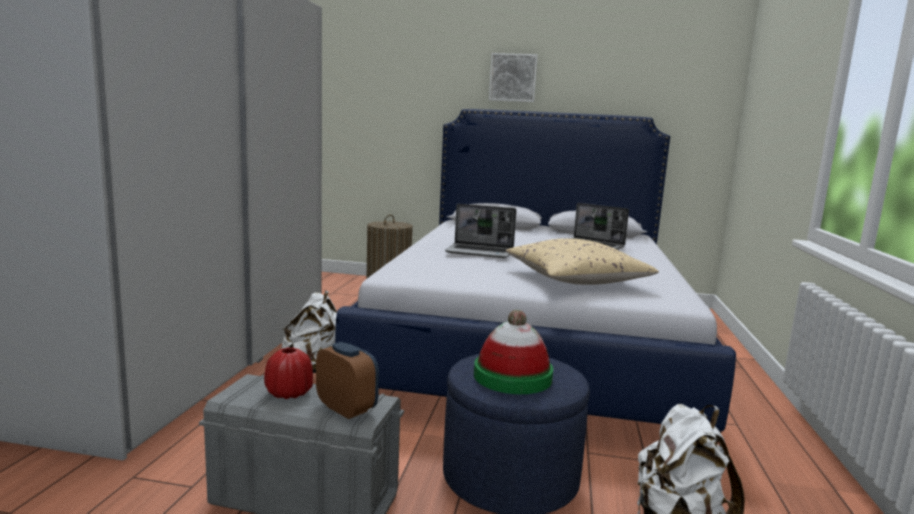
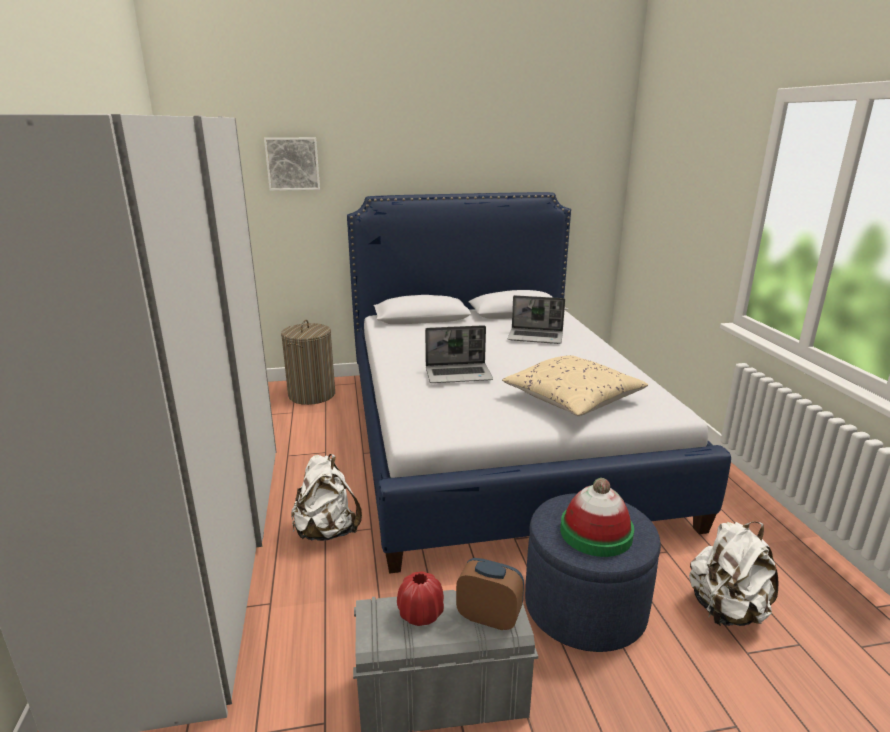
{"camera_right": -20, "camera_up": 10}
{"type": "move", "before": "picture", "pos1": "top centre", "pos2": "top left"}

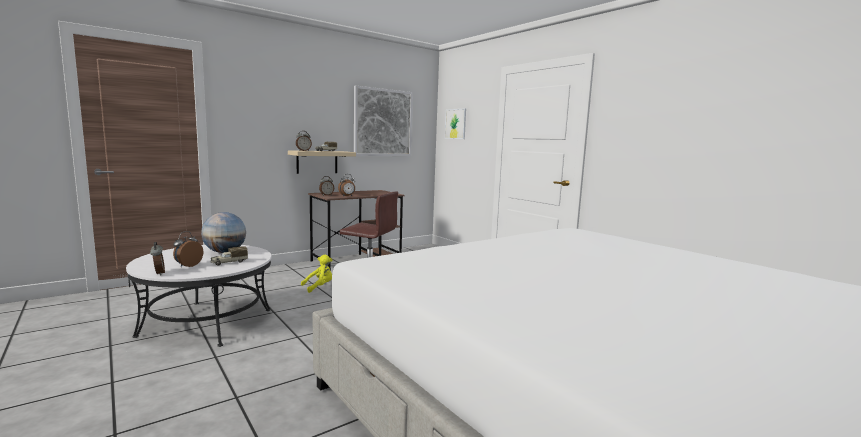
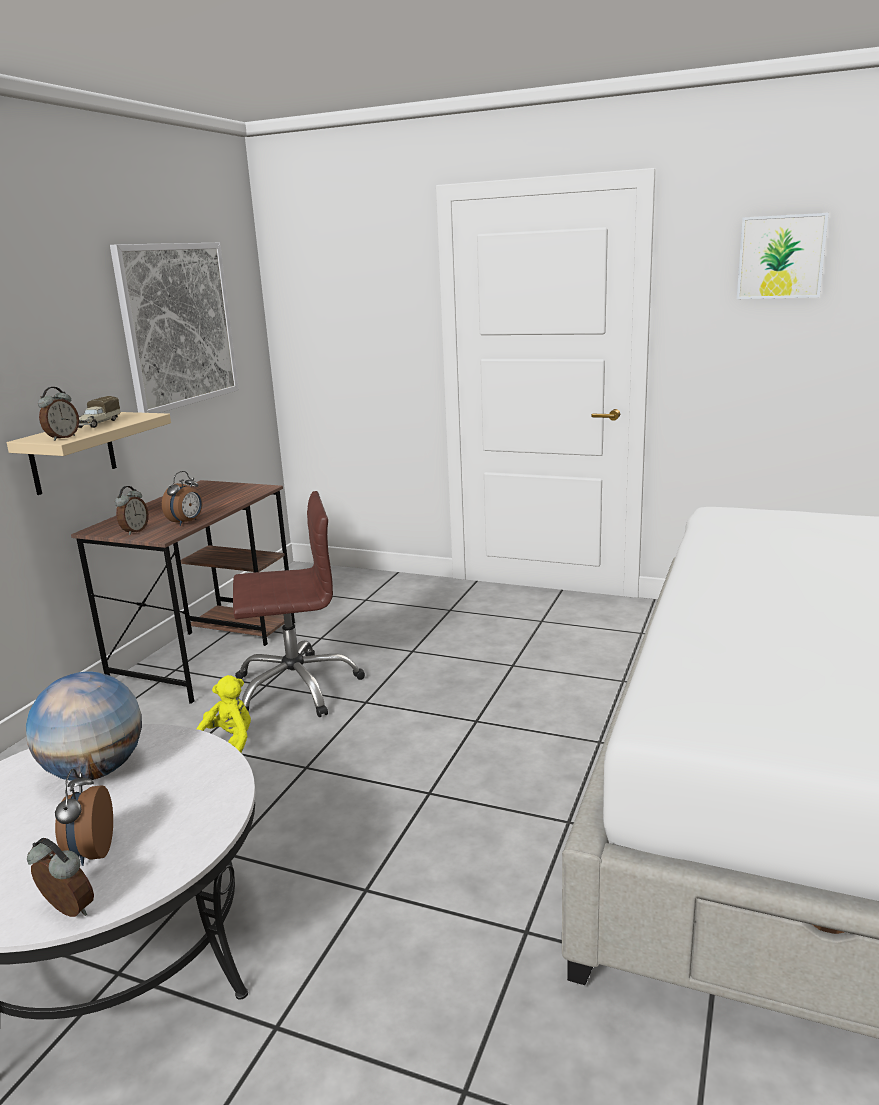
{"camera_right": -30, "camera_up": 10}
{"type": "delete", "before": "toy truck (1st from left)", "pos1": "middle left"}
{"type": "move", "before": "picture (2nd from left)", "pos1": "top centre", "pos2": "top right"}

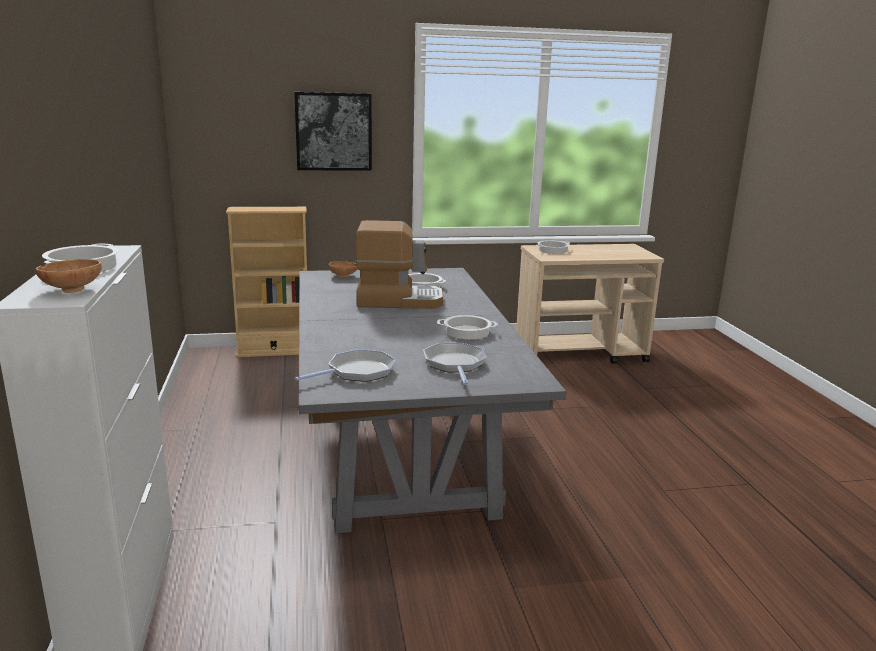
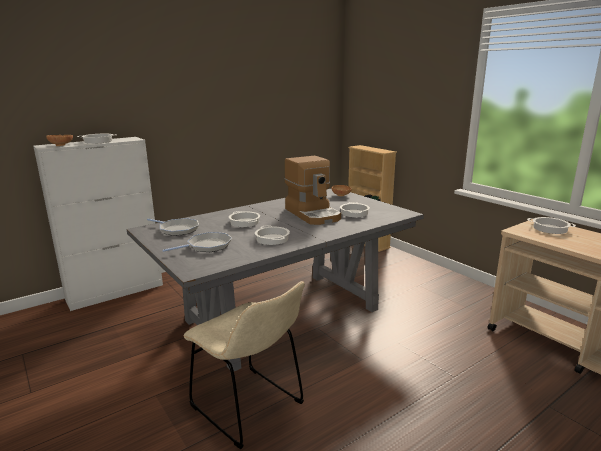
{"camera_right": 65, "camera_up": 0}
{"type": "delete", "before": "picture", "pos1": "top centre"}
{"type": "insert", "after": "beige chair", "pos2": "bottom centre"}
{"type": "insert", "after": "cooking pot (2nd from left)", "pos2": "centre"}

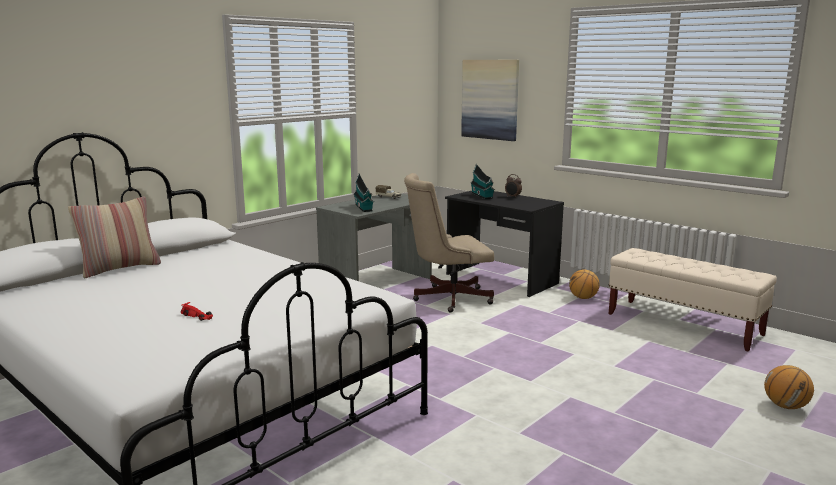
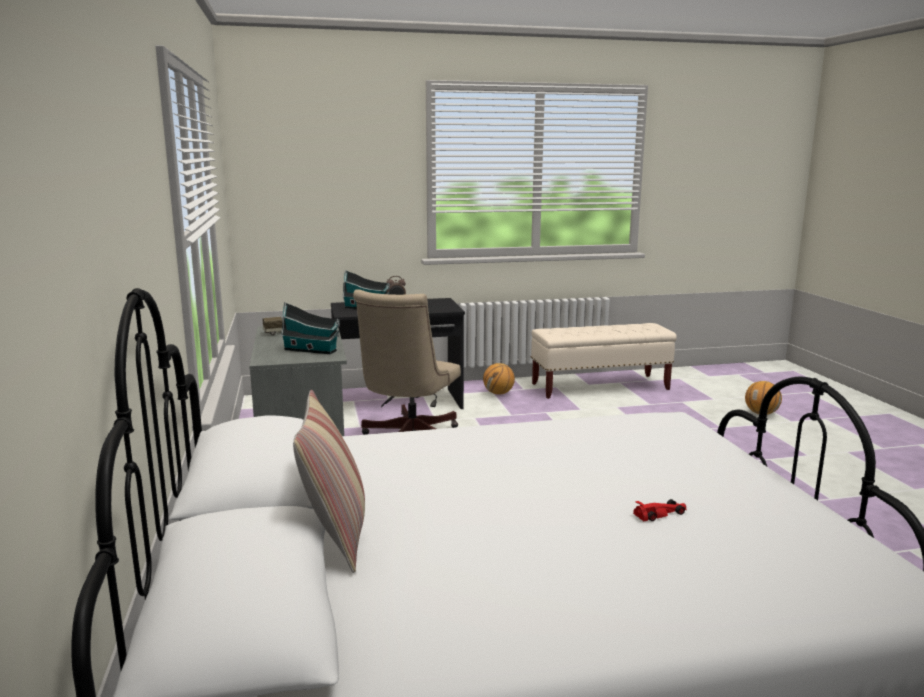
{"camera_right": -55, "camera_up": 0}
{"type": "delete", "before": "picture", "pos1": "top centre"}

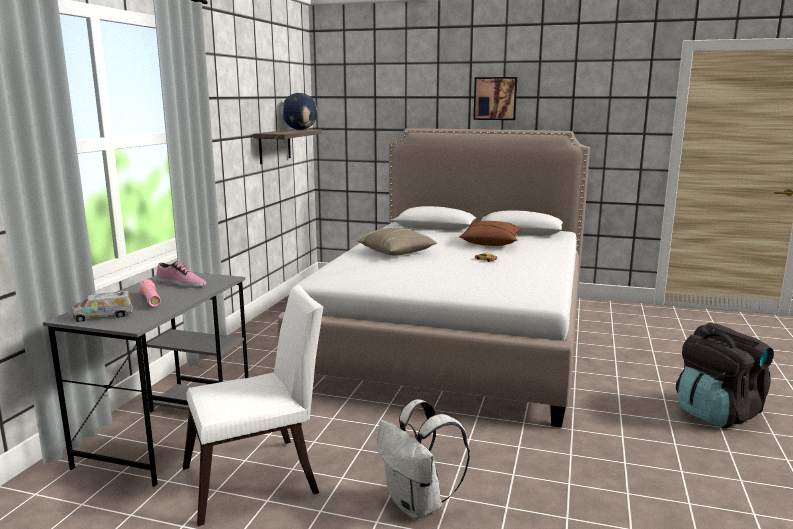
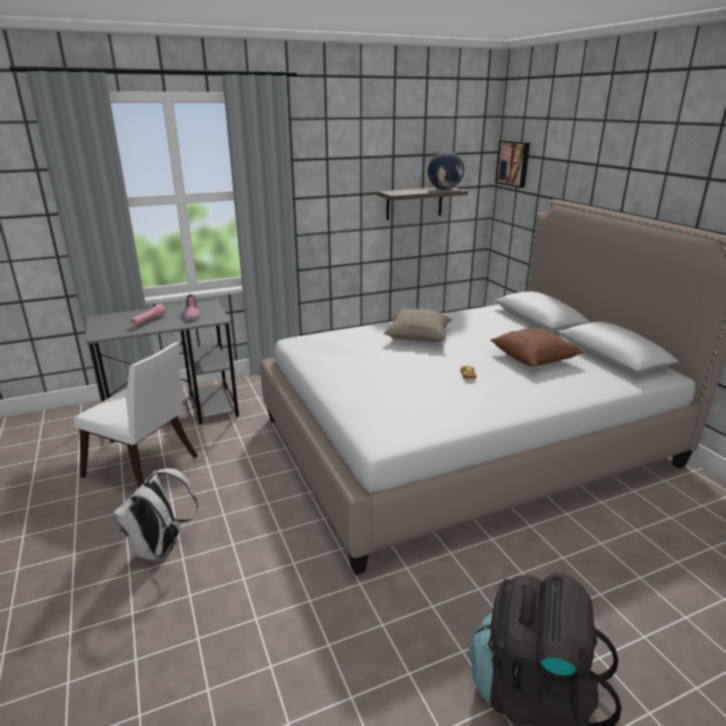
{"camera_right": 50, "camera_up": 10}
{"type": "delete", "before": "toy truck", "pos1": "middle left"}
{"type": "move", "before": "picture", "pos1": "top centre", "pos2": "top right"}

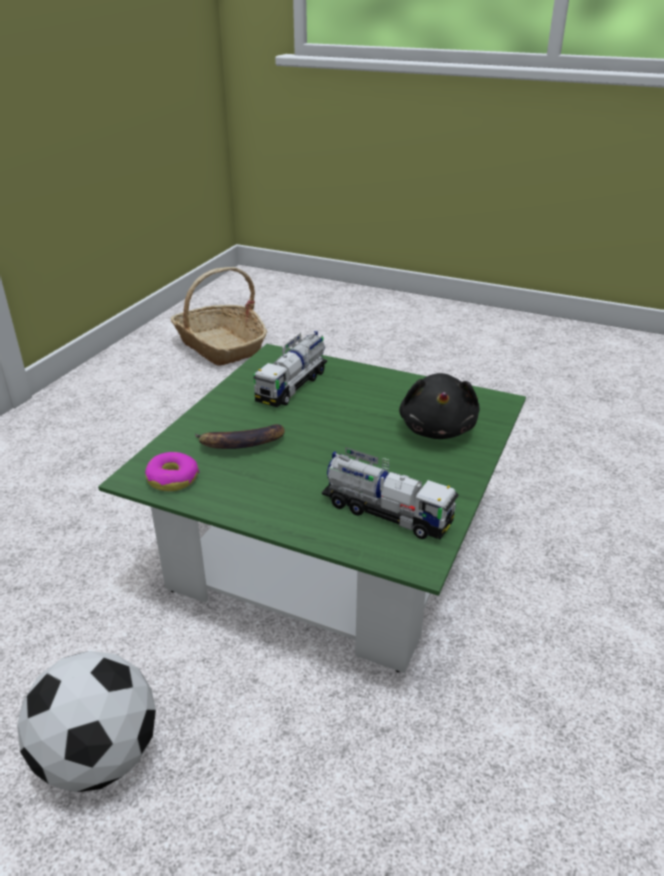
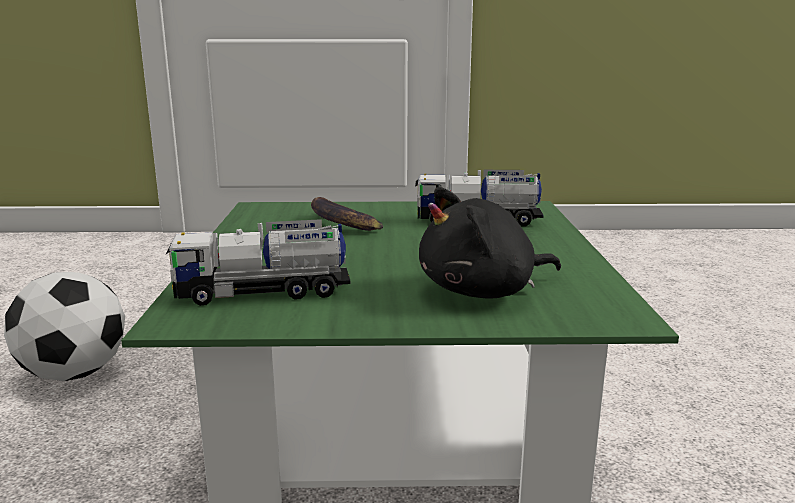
{"camera_right": 65, "camera_up": -15}
{"type": "delete", "before": "donut", "pos1": "middle left"}
{"type": "delete", "before": "basket", "pos1": "middle left"}
{"type": "rotate", "before": "toy truck (2nd from left in the first image)", "pos1": "centre", "pos2": "middle left", "turn": 75}

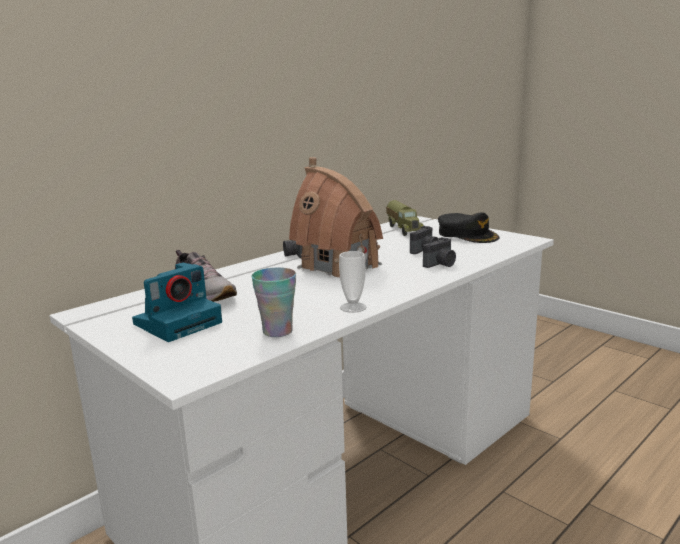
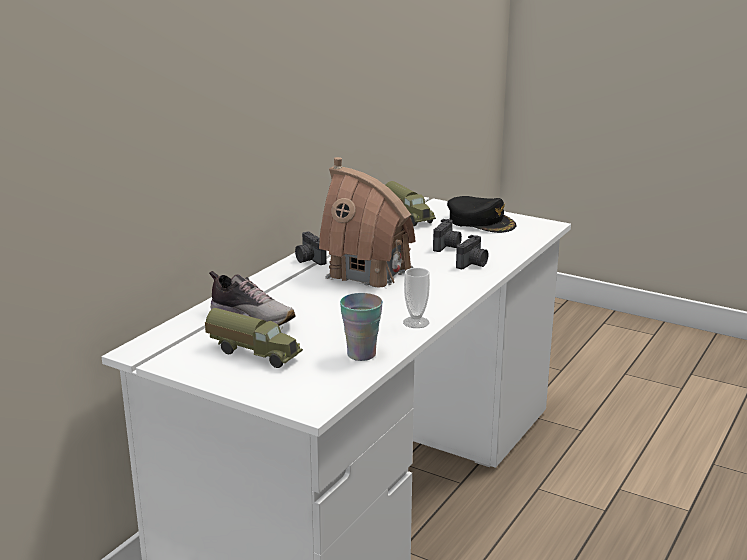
{"camera_right": -15, "camera_up": 5}
{"type": "replace", "before": "photo camera (1st from left)", "after": "toy truck (1st from left)", "pos1": "middle left", "pos2": "centre"}

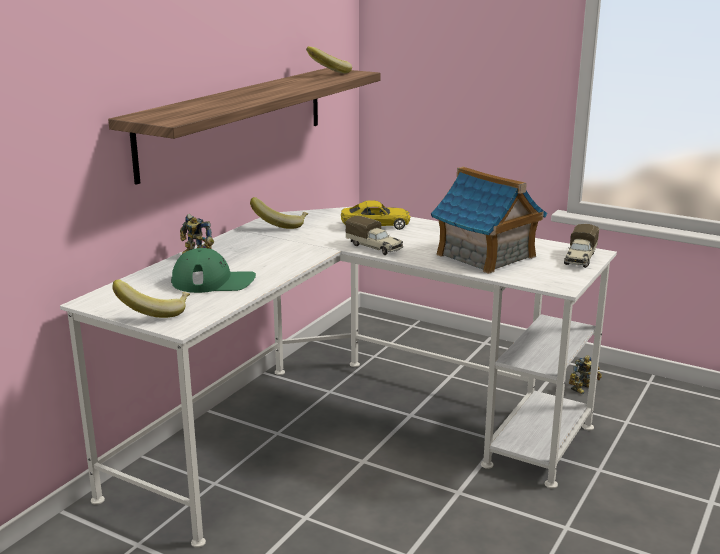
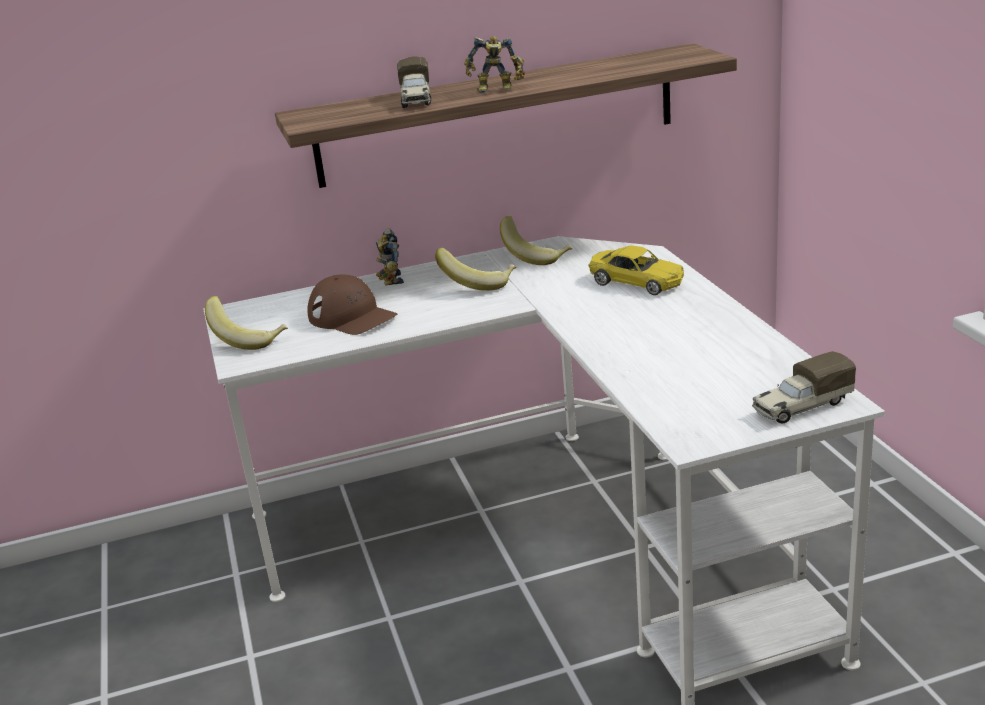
{"camera_right": 45, "camera_up": 5}
{"type": "delete", "before": "toy house", "pos1": "middle right"}
{"type": "move", "before": "banana (3rd from left in the first image)", "after": "banana (2nd from left)", "pos1": "top centre", "pos2": "centre"}
{"type": "move", "before": "toy truck (1st from left)", "pos1": "centre", "pos2": "top centre"}
{"type": "move", "before": "toy robot (2nd from left)", "pos1": "bottom right", "pos2": "top centre"}
{"type": "recolor", "before": "green cap", "after": "brown cap", "pos1": "middle left", "pos2": "centre"}

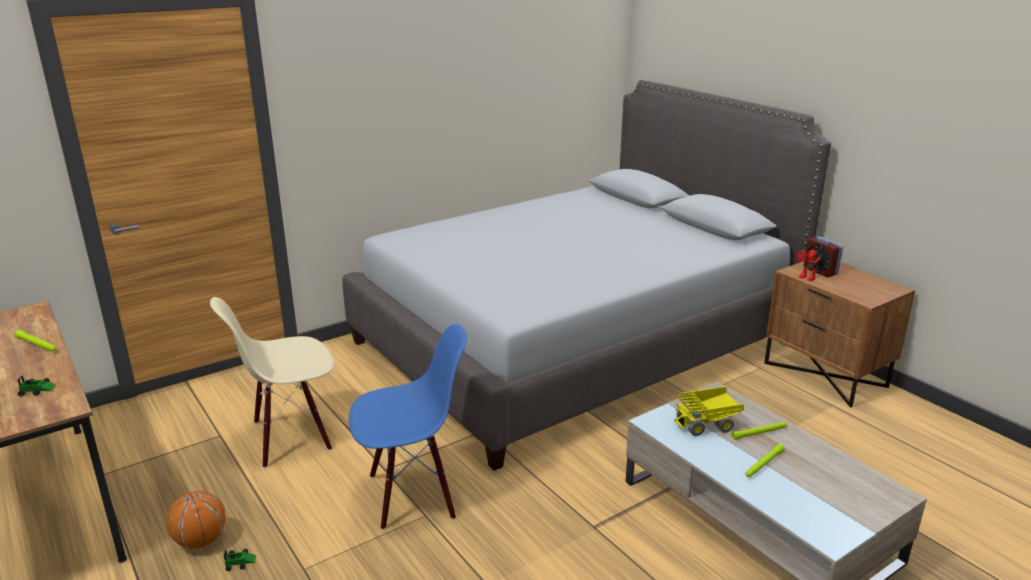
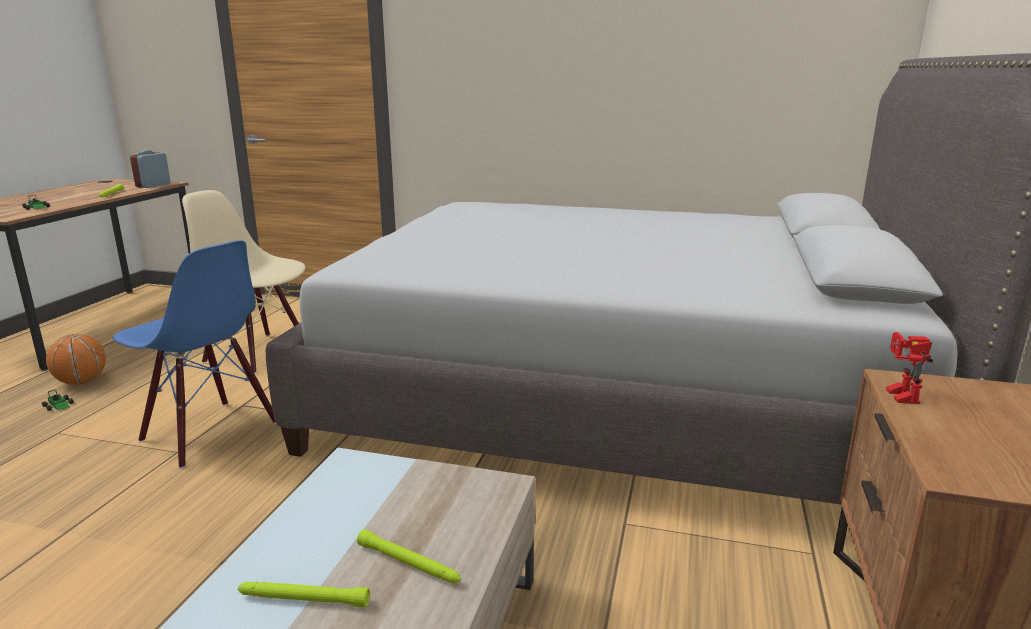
{"camera_right": 50, "camera_up": -5}
{"type": "delete", "before": "toy truck", "pos1": "bottom right"}
{"type": "move", "before": "alarm clock", "pos1": "middle right", "pos2": "top left"}

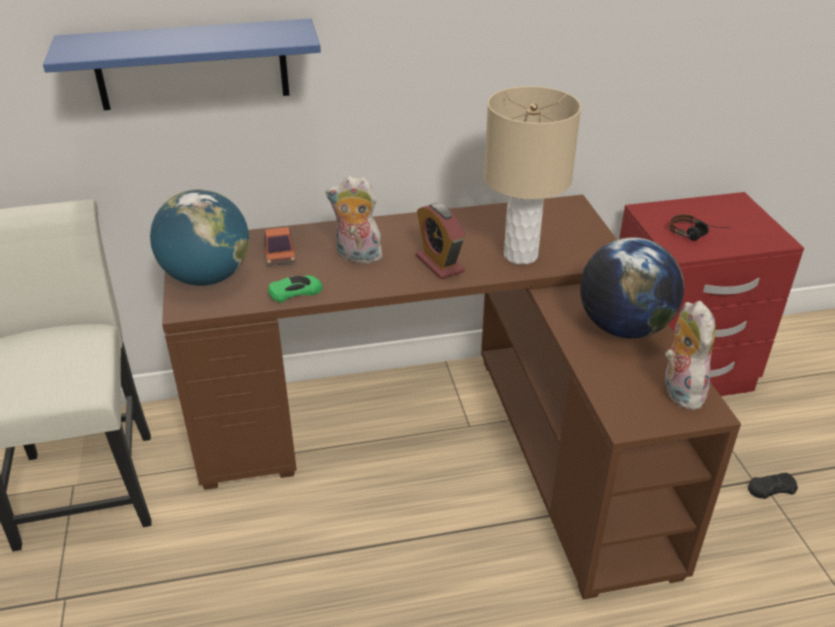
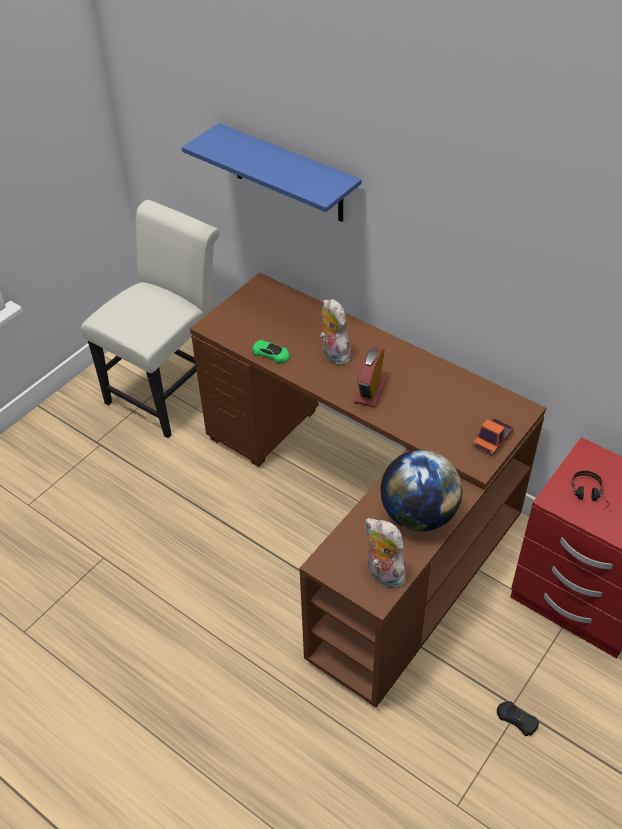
{"camera_right": 50, "camera_up": 10}
{"type": "delete", "before": "globe (1st from left)", "pos1": "middle left"}
{"type": "delete", "before": "beige table lamp", "pos1": "top centre"}
{"type": "move", "before": "toy truck", "pos1": "centre", "pos2": "middle right"}
{"type": "rotate", "before": "plush toy (2nd from left)", "pos1": "middle right", "pos2": "bottom centre", "turn": -90}

